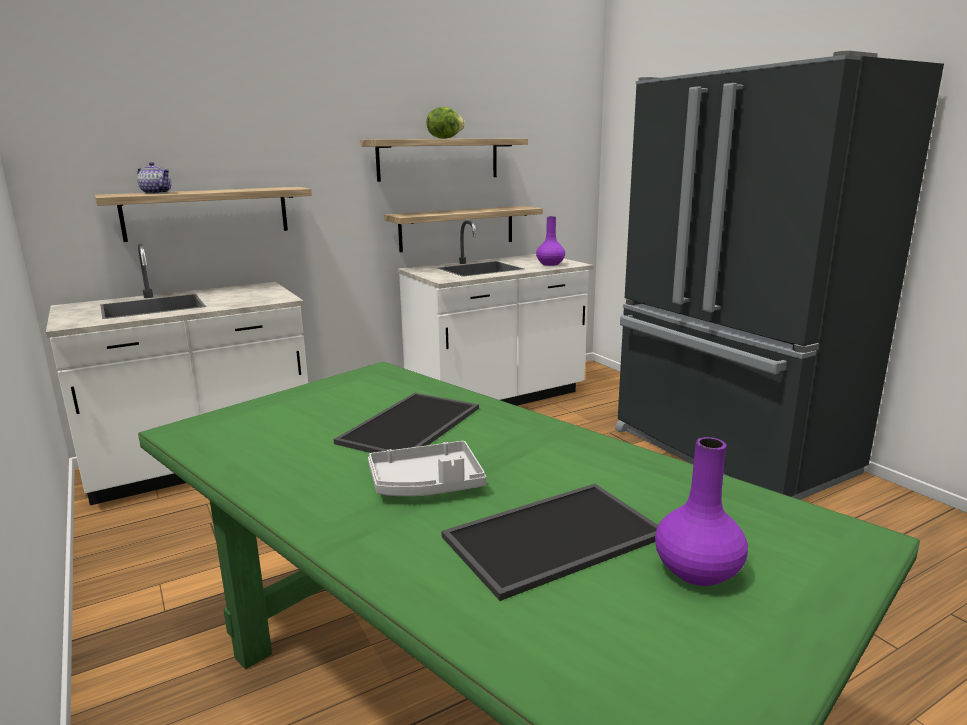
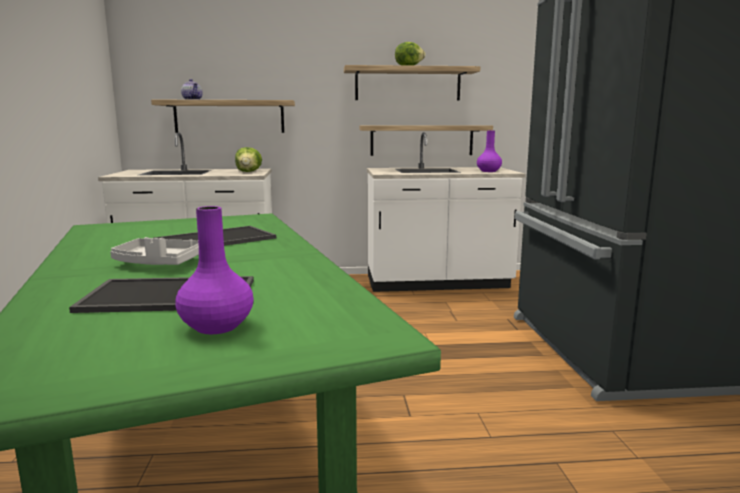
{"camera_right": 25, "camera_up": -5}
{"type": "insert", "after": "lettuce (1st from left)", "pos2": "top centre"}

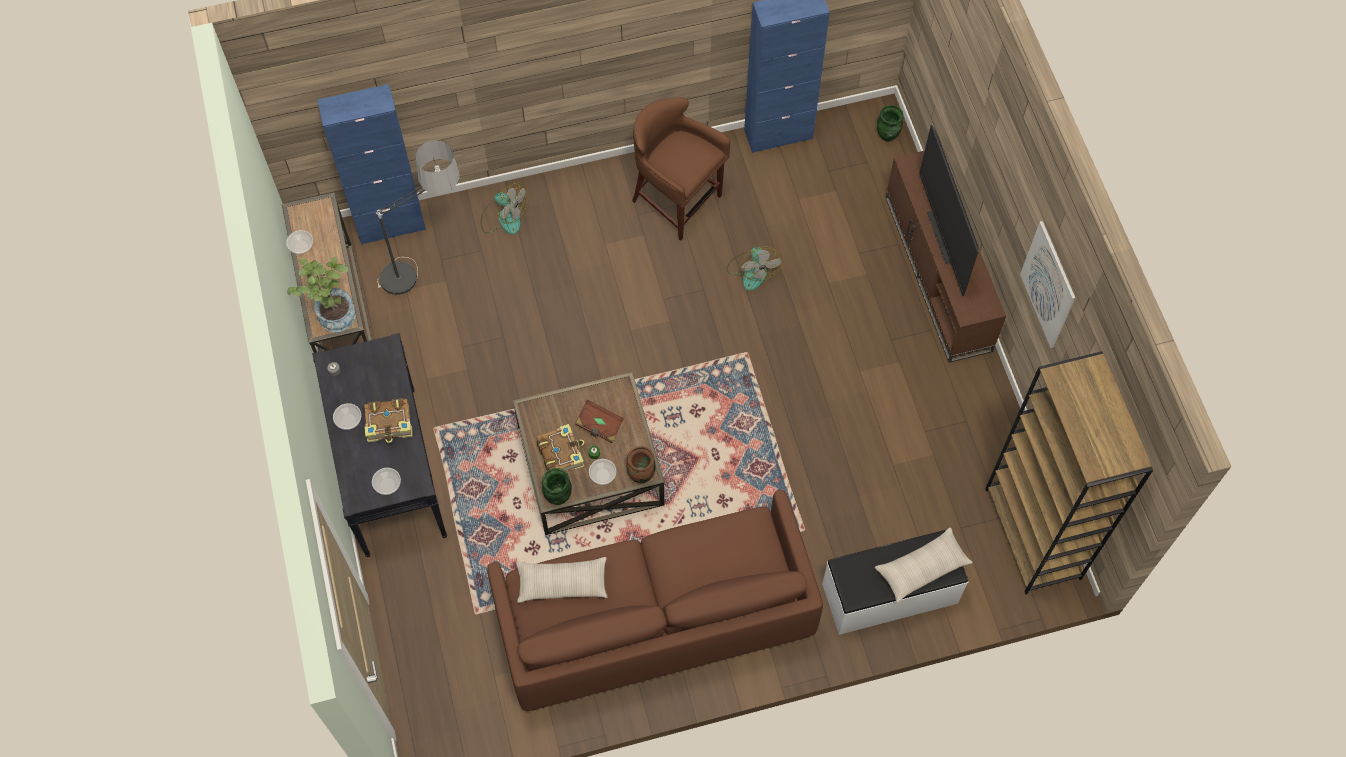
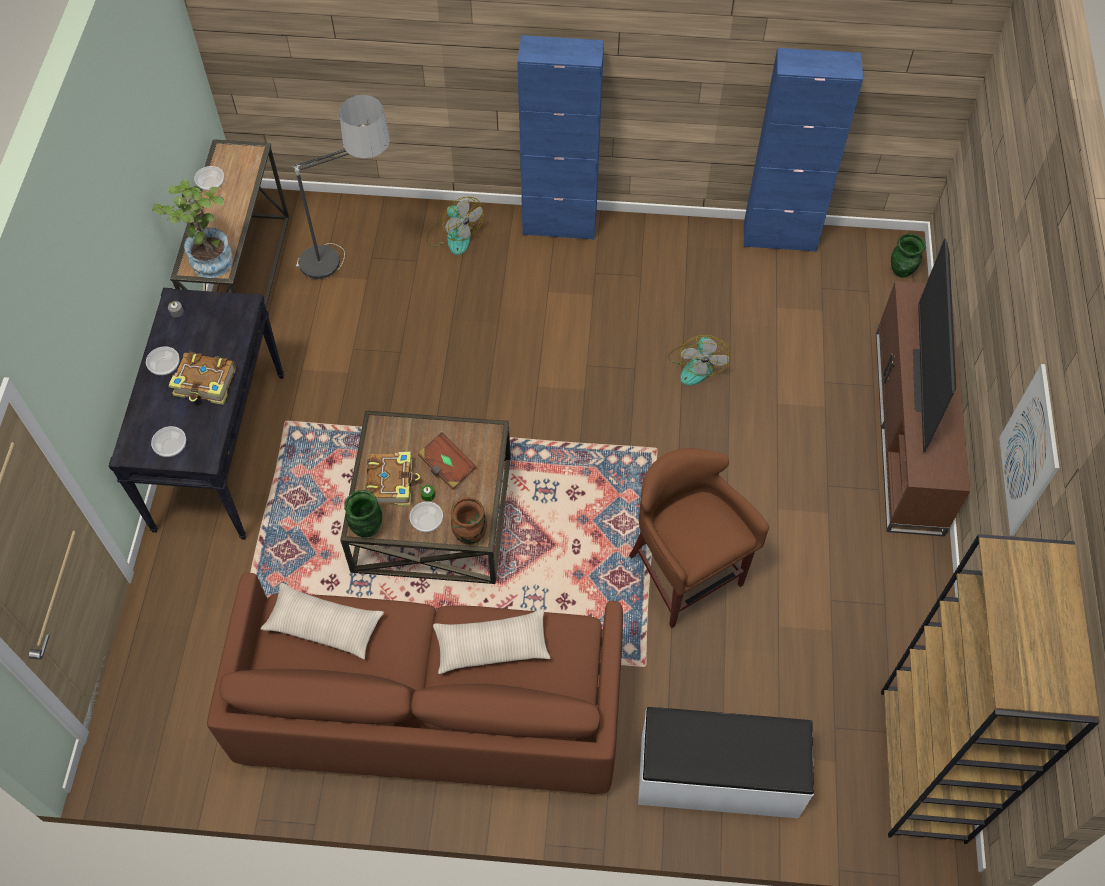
{"camera_right": 20, "camera_up": -5}
{"type": "move", "before": "blue cabinet (1st from left)", "pos1": "top left", "pos2": "top centre"}
{"type": "move", "before": "brown stool", "pos1": "top centre", "pos2": "centre"}
{"type": "move", "before": "beige pillow (2nd from left)", "pos1": "bottom right", "pos2": "bottom centre"}

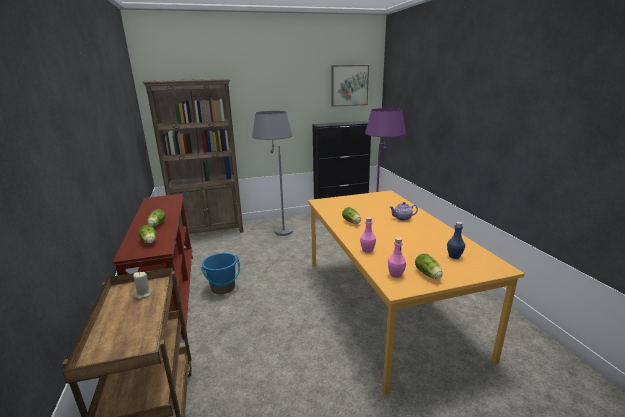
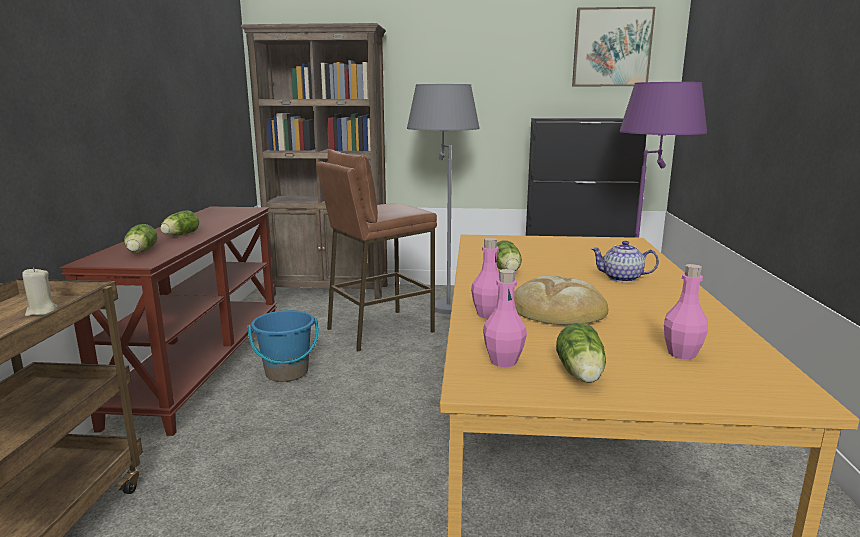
{"camera_right": 20, "camera_up": -5}
{"type": "insert", "after": "brown stool", "pos2": "centre"}
{"type": "insert", "after": "bread", "pos2": "centre"}
{"type": "recolor", "before": "blue bottle", "after": "pink bottle (3rd from left)", "pos1": "middle right", "pos2": "middle right"}

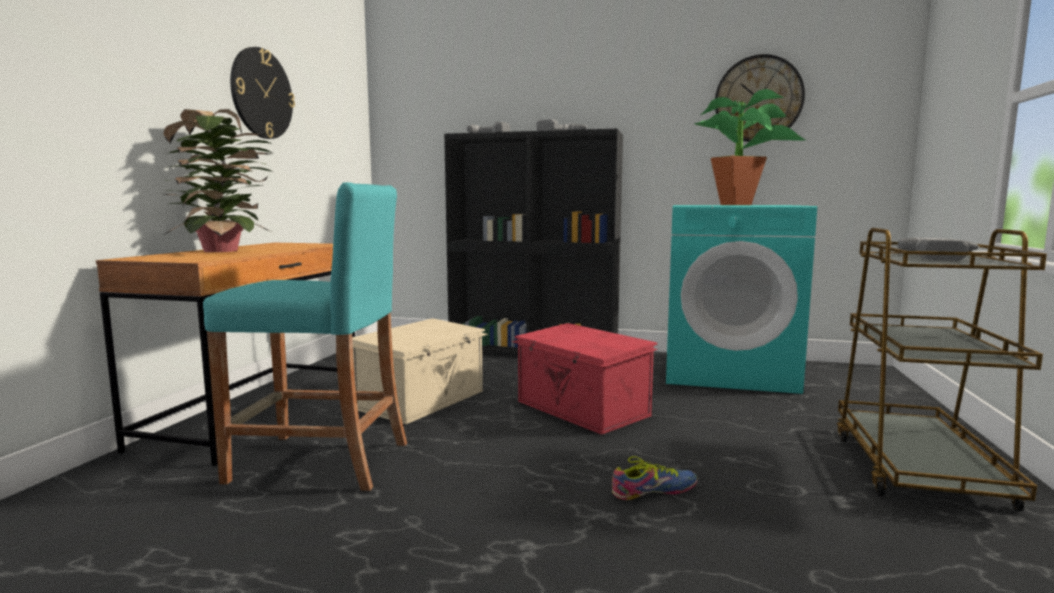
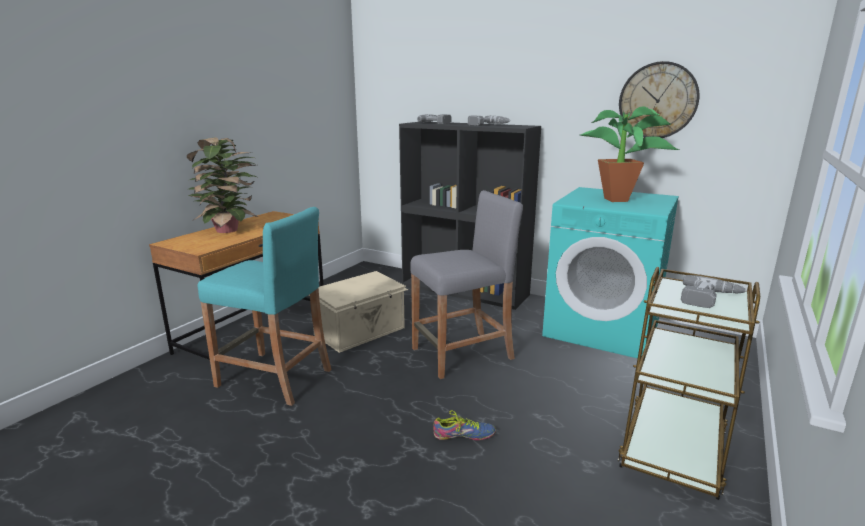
{"camera_right": 15, "camera_up": 10}
{"type": "delete", "before": "wall clock (1st from left)", "pos1": "top left"}
{"type": "replace", "before": "red storage box", "after": "grey stool", "pos1": "centre", "pos2": "centre"}

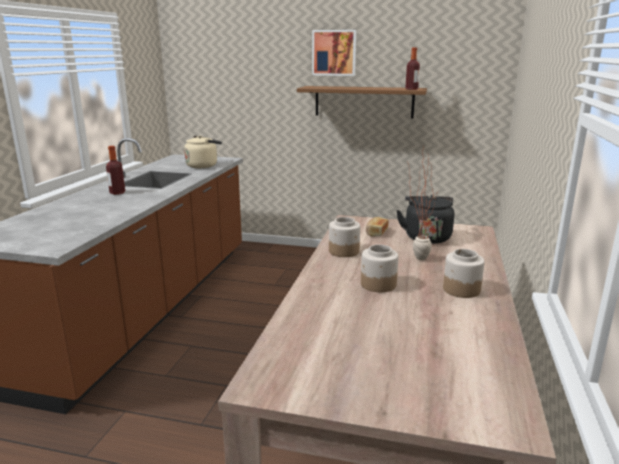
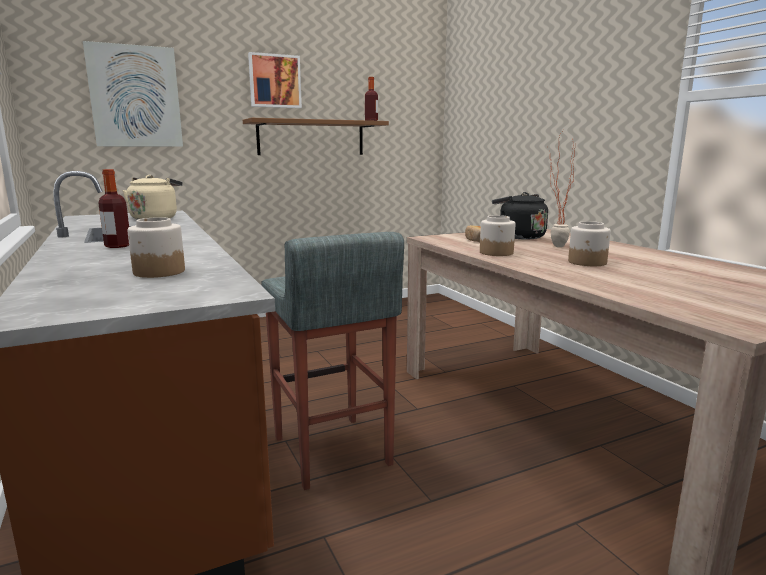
{"camera_right": -40, "camera_up": -5}
{"type": "insert", "after": "picture (1st from left)", "pos2": "top left"}
{"type": "insert", "after": "grey stool", "pos2": "centre"}
{"type": "move", "before": "jar (3rd from left in the first image)", "after": "jar (1st from left)", "pos1": "middle right", "pos2": "middle left"}

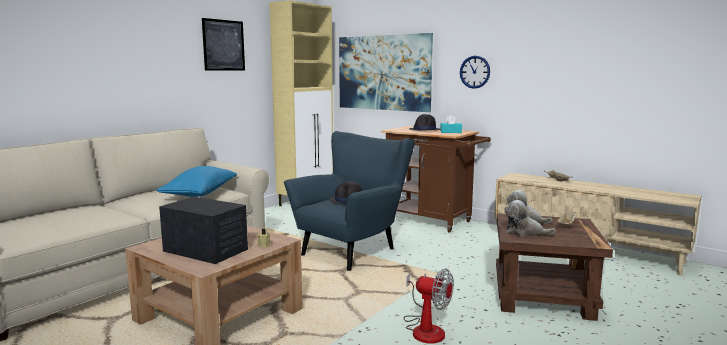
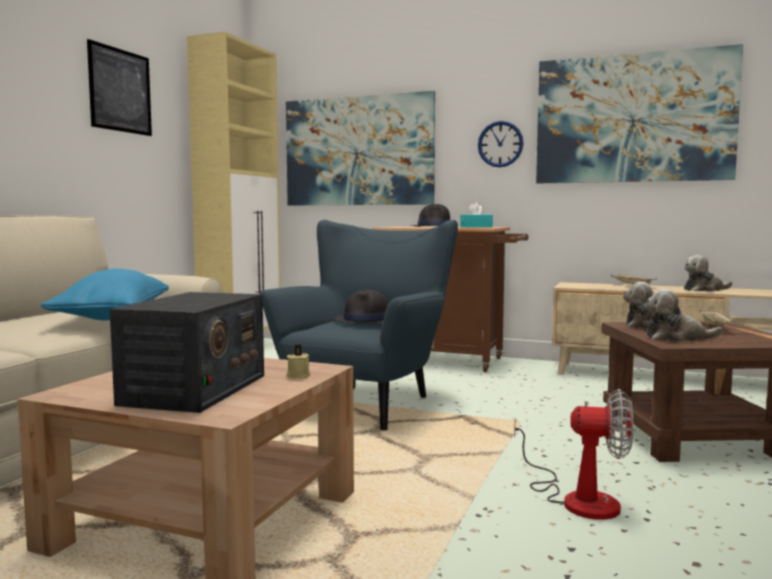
{"camera_right": -15, "camera_up": -5}
{"type": "insert", "after": "picture (3rd from left)", "pos2": "top right"}
{"type": "insert", "after": "plush toy (3rd from left)", "pos2": "middle right"}
{"type": "rotate", "before": "radio", "pos1": "bottom left", "pos2": "middle left", "turn": 90}

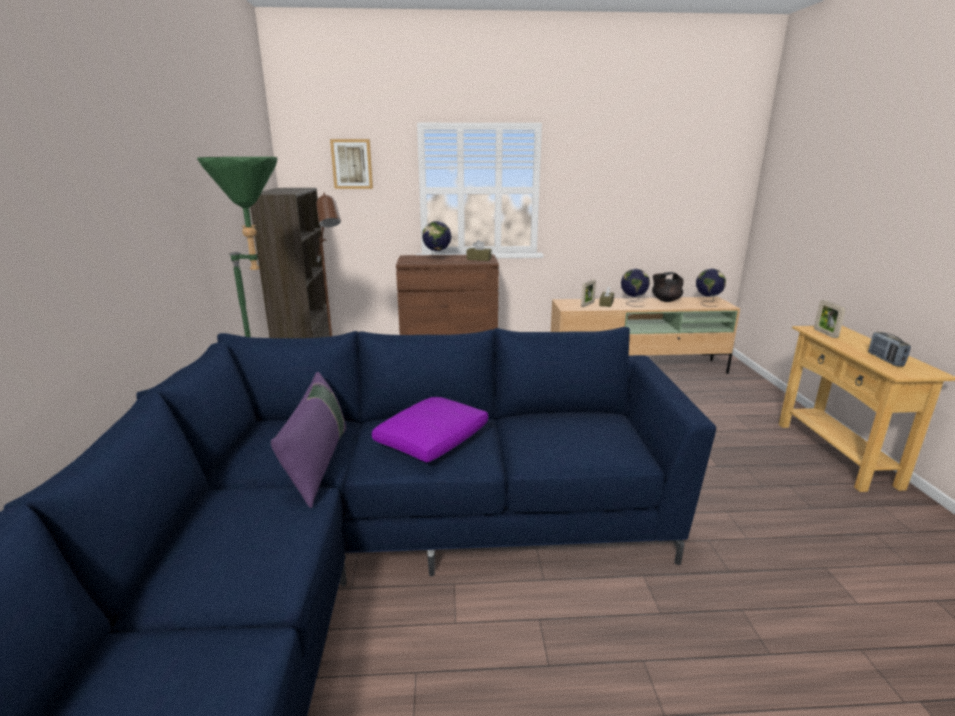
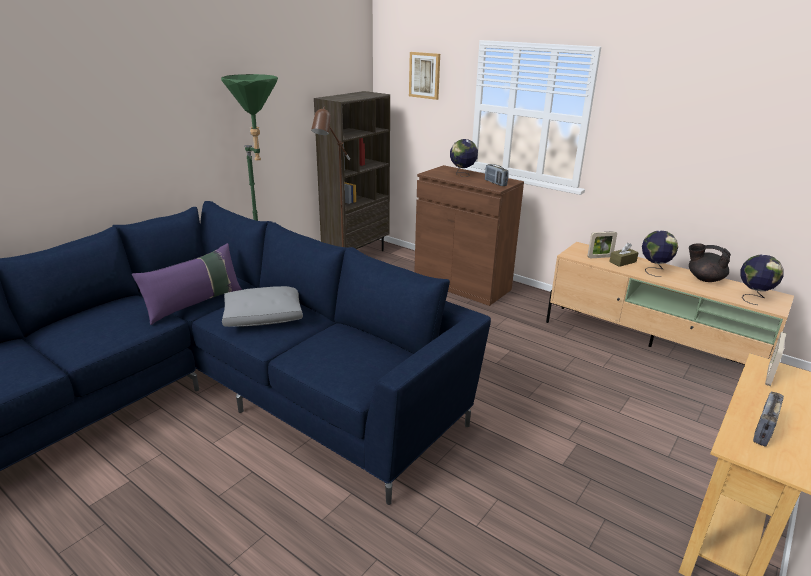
{"camera_right": 40, "camera_up": 5}
{"type": "replace", "before": "brown tissue box (1st from left)", "after": "radio (1st from left)", "pos1": "centre", "pos2": "top centre"}
{"type": "recolor", "before": "purple pillow (2nd from left)", "after": "grey pillow", "pos1": "centre", "pos2": "middle left"}

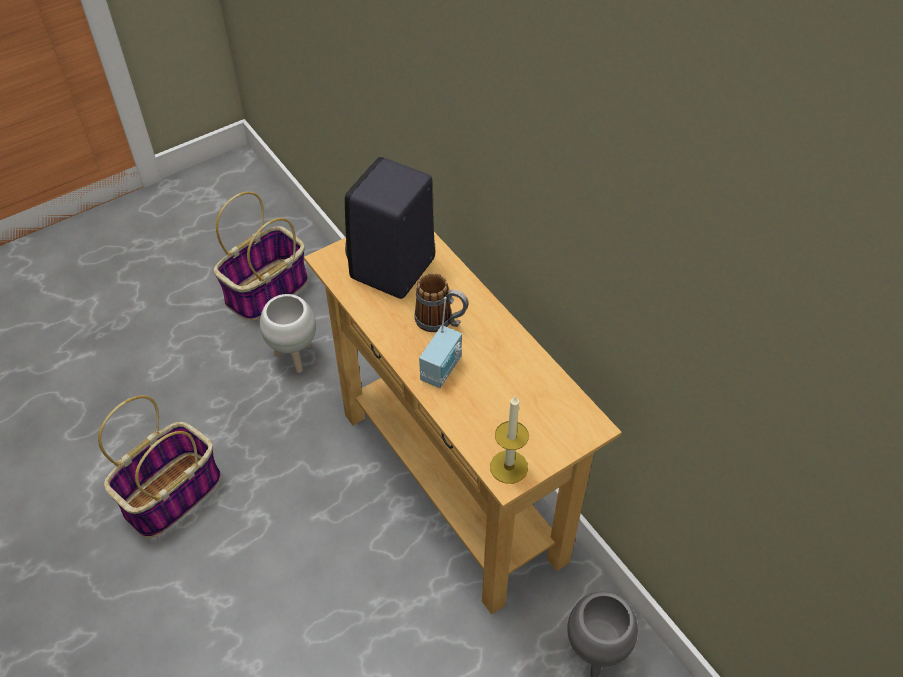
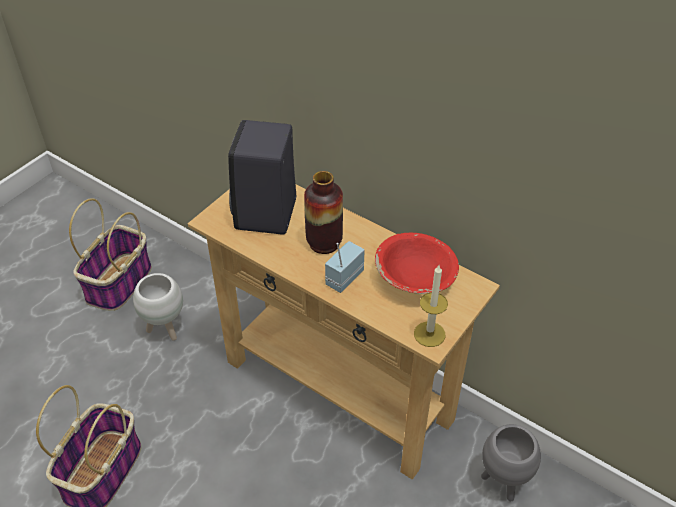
{"camera_right": -20, "camera_up": -5}
{"type": "insert", "after": "red bowl", "pos2": "centre"}
{"type": "replace", "before": "mug", "after": "vase", "pos1": "centre", "pos2": "centre"}
{"type": "rotate", "before": "radio", "pos1": "centre", "pos2": "centre", "turn": -150}

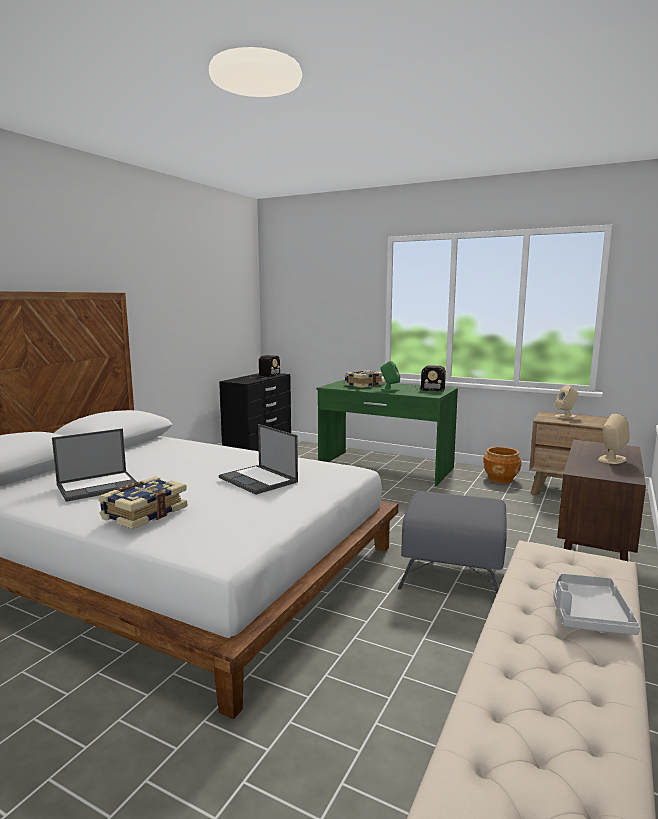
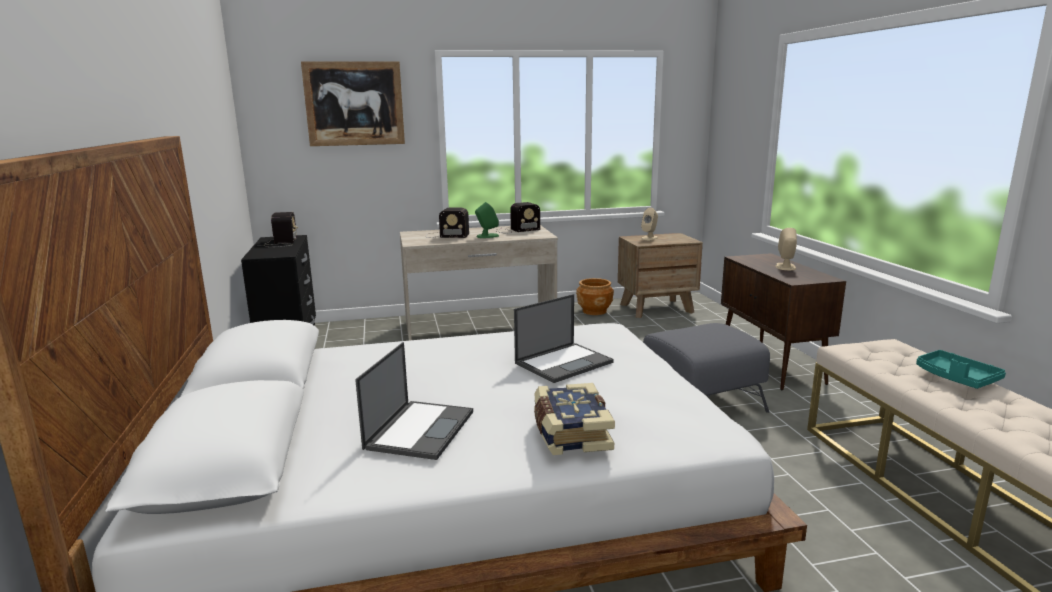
{"camera_right": -40, "camera_up": 5}
{"type": "insert", "after": "picture", "pos2": "top centre"}
{"type": "replace", "before": "book (2nd from left)", "after": "radio (2nd from left)", "pos1": "centre", "pos2": "centre"}
{"type": "recolor", "before": "green desk", "after": "beige desk", "pos1": "centre", "pos2": "centre"}
{"type": "recolor", "before": "grey tray", "after": "turquoise tray", "pos1": "bottom right", "pos2": "middle right"}
{"type": "rotate", "before": "laptop (2nd from left)", "pos1": "centre", "pos2": "centre", "turn": -45}

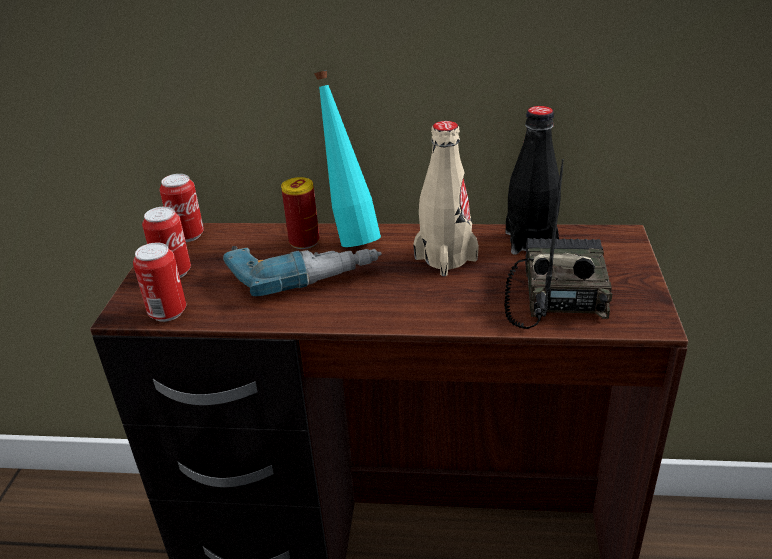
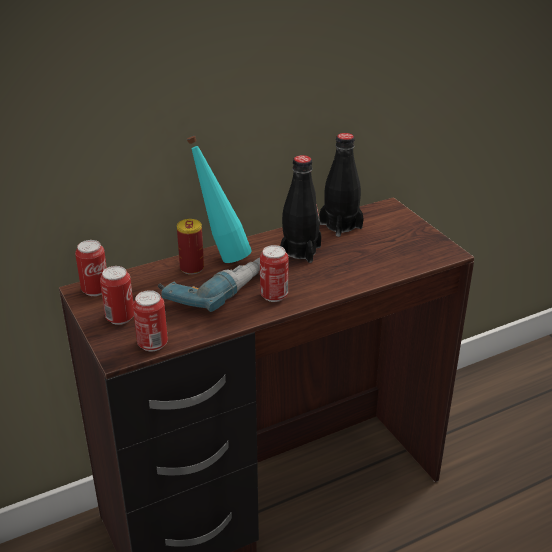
{"camera_right": -35, "camera_up": 0}
{"type": "delete", "before": "radio", "pos1": "middle right"}
{"type": "insert", "after": "can (5th from left)", "pos2": "centre"}
{"type": "recolor", "before": "beige bottle", "after": "black bottle (1st from left)", "pos1": "centre", "pos2": "centre"}

